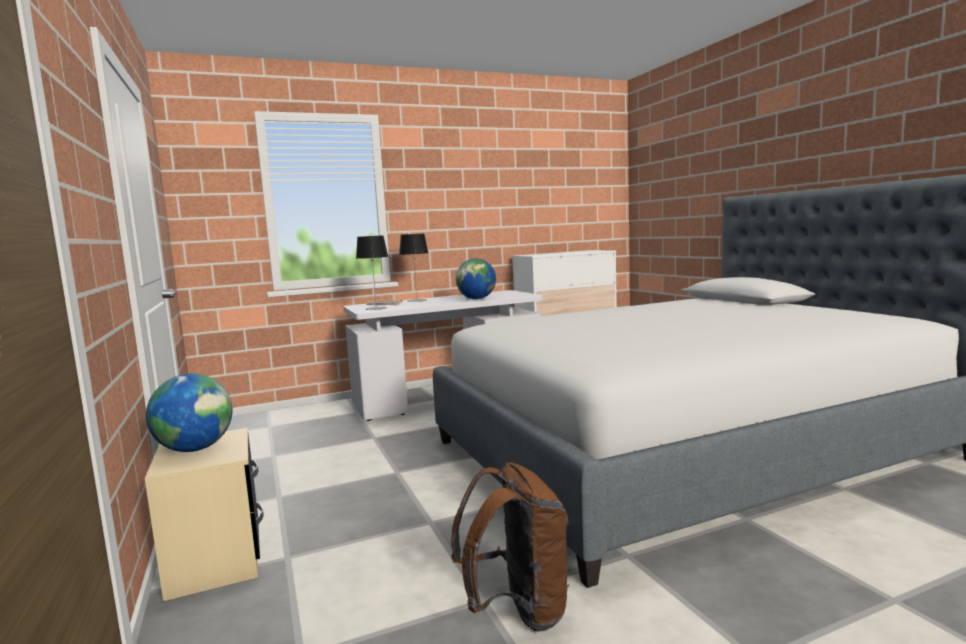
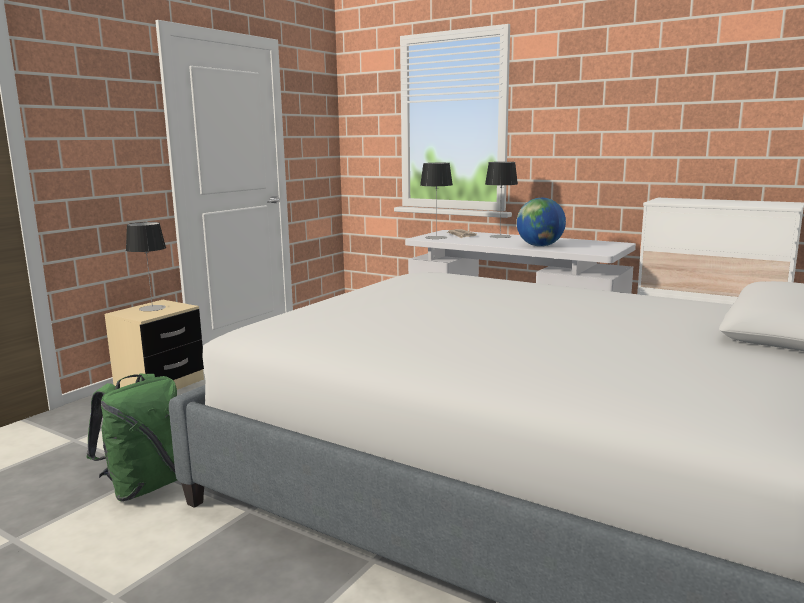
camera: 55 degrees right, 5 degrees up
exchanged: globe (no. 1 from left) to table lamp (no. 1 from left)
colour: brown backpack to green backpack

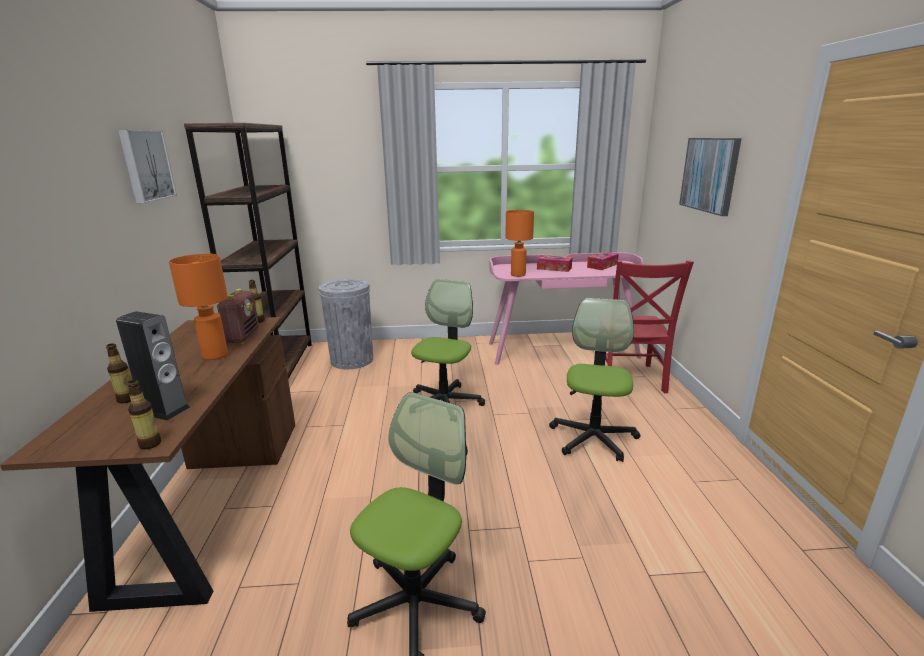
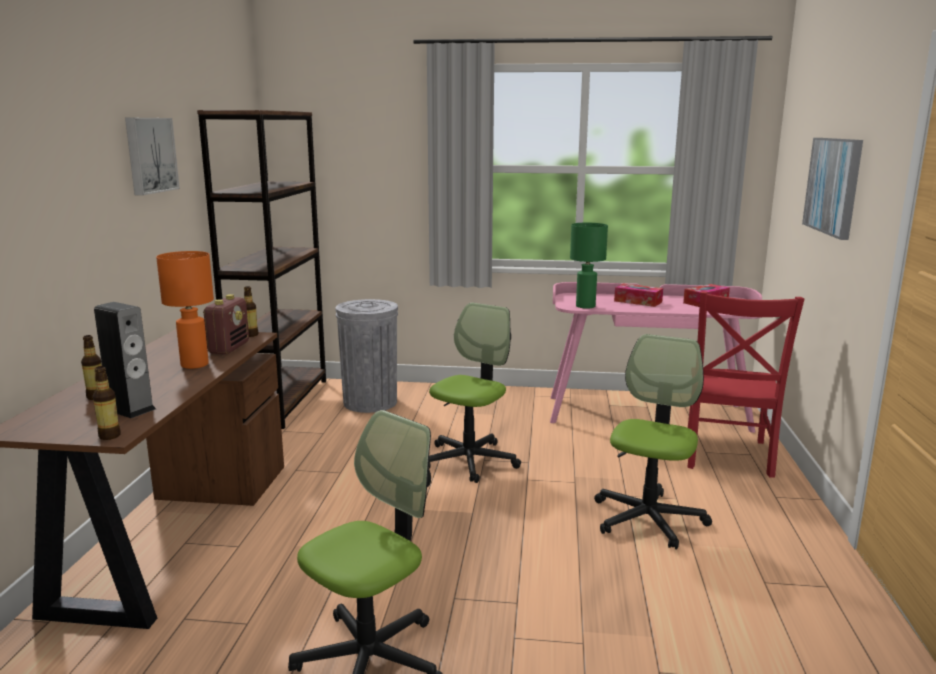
camera: 10 degrees right, 5 degrees down
colour: orange table lamp (no. 2 from left) to green table lamp

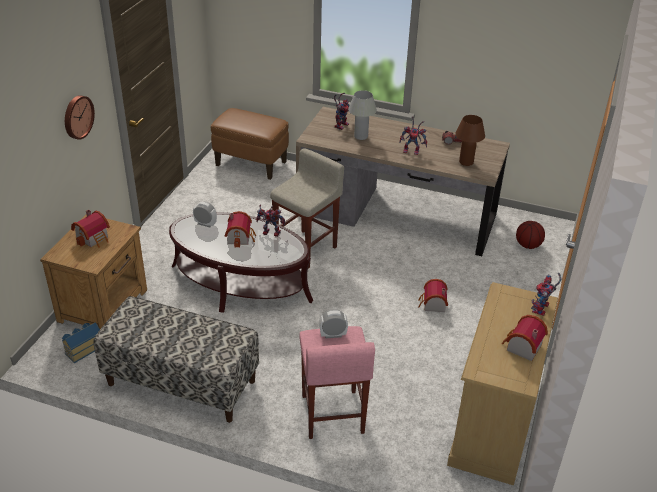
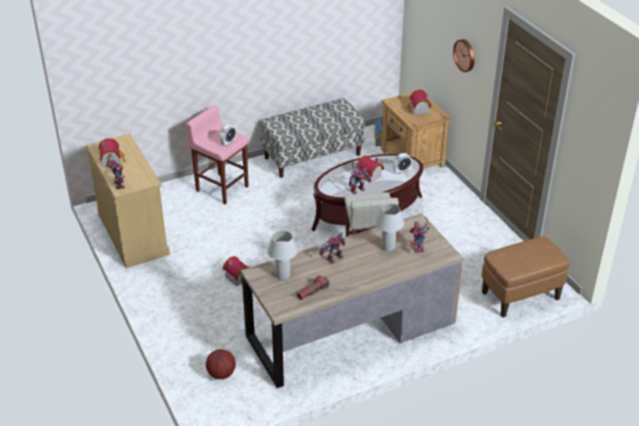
camera: 135 degrees right, 0 degrees up
colour: brown table lamp to white table lamp (no. 1 from left)

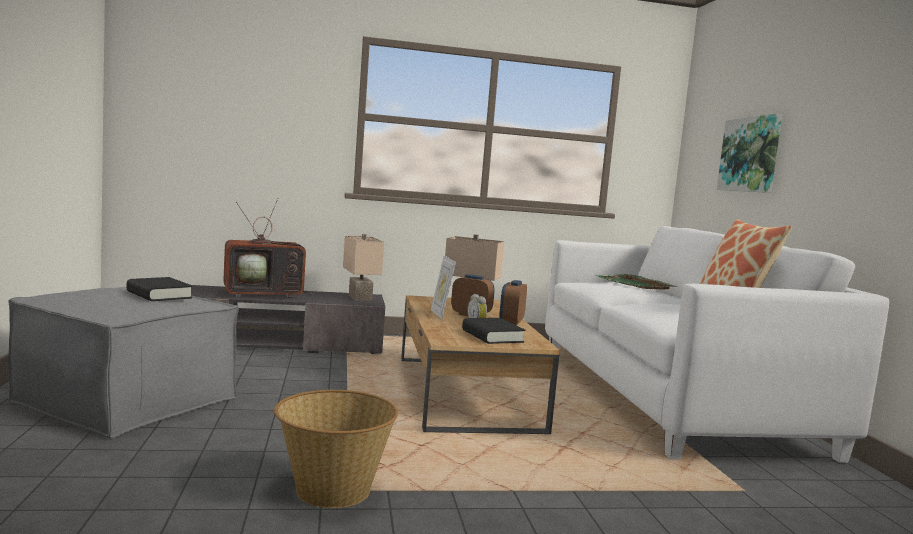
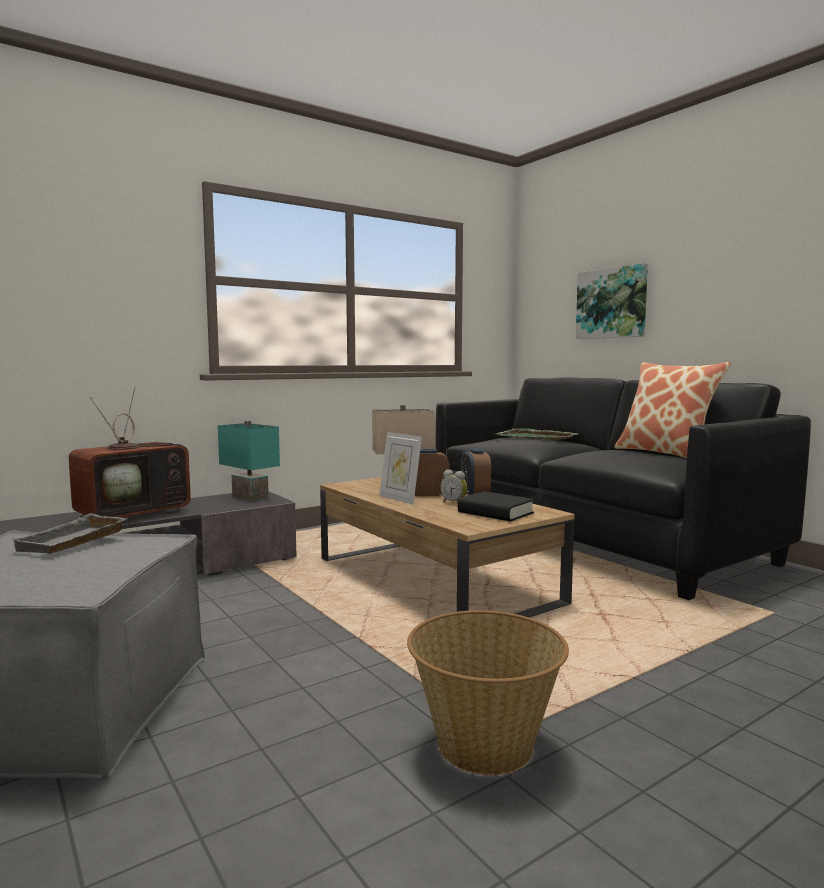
camera: 25 degrees left, 0 degrees up
exchanged: black book (no. 1 from left) to grey tray
colour: beige table lamp (no. 1 from left) to turquoise table lamp; white sofa to black sofa

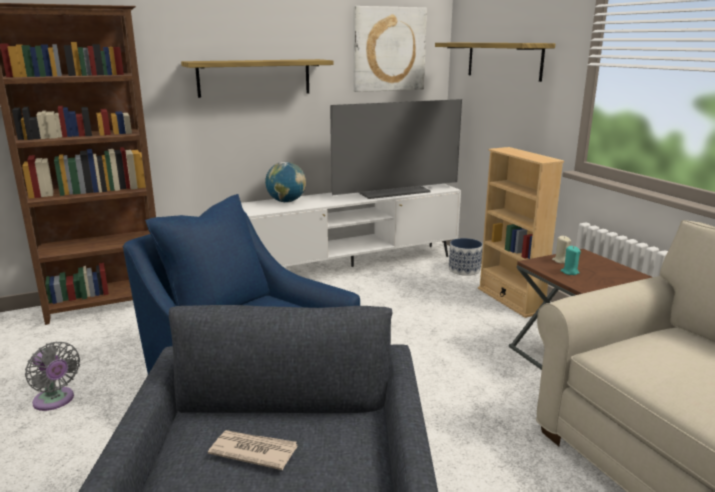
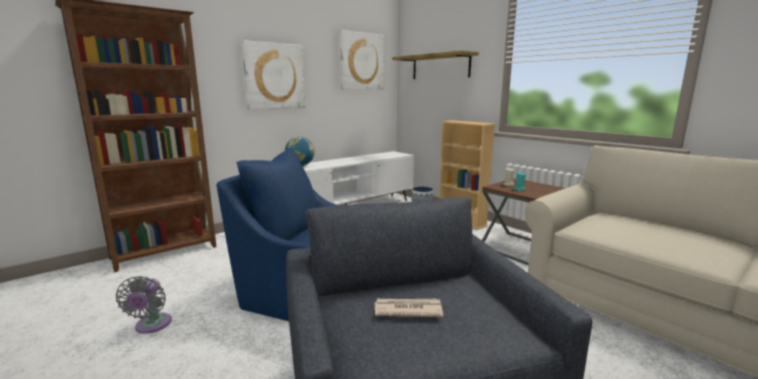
camera: 15 degrees left, 5 degrees down
missing: television
exchanged: shelf (no. 1 from left) to picture (no. 1 from left)
spun: grey fan 60 degrees clockwise

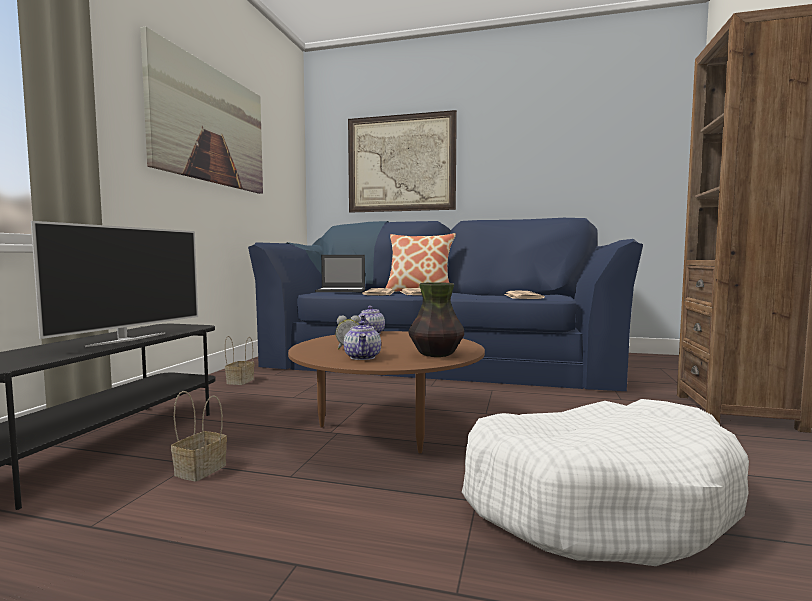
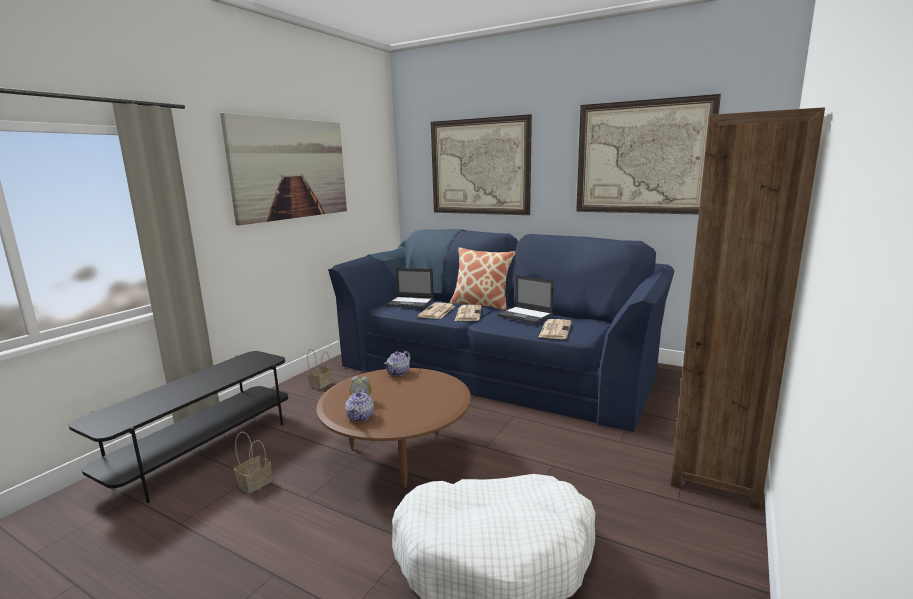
camera: 15 degrees right, 10 degrees up
missing: television; vase
appeared: laptop (no. 2 from left); picture (no. 3 from left)

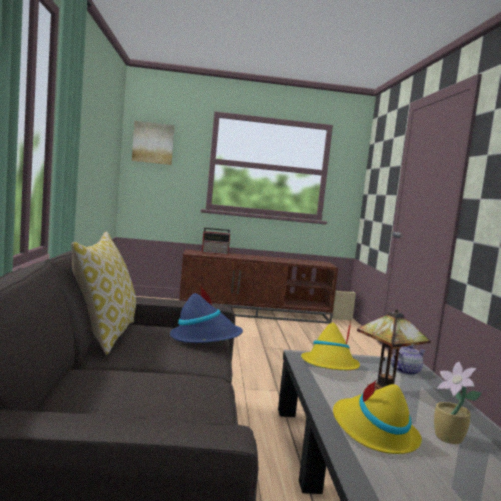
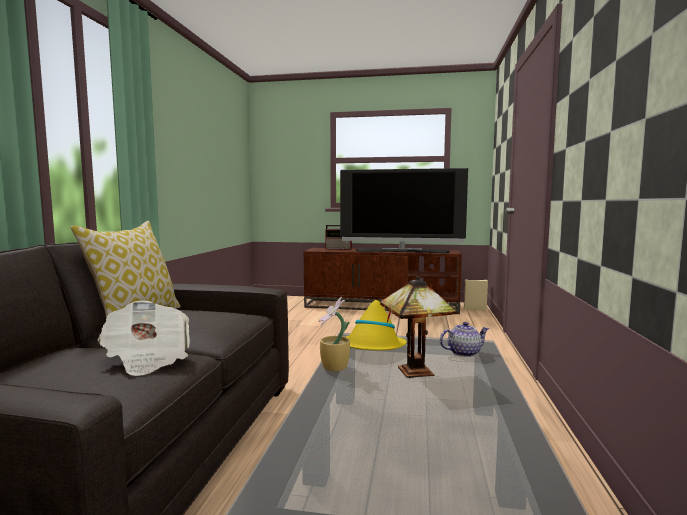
camera: 15 degrees right, 0 degrees up
missing: picture; blue hat; yellow hat (no. 2 from left)
appeared: newspaper; television
relocated: potted plant

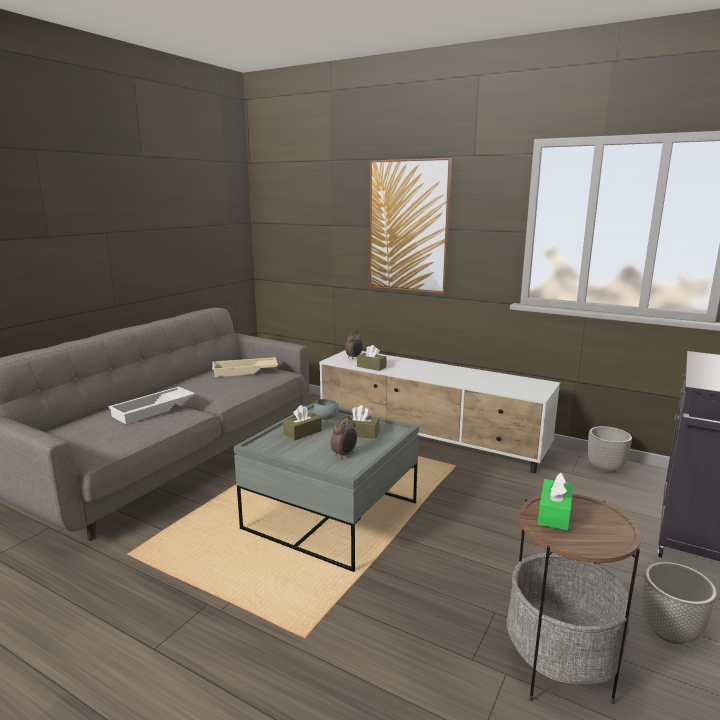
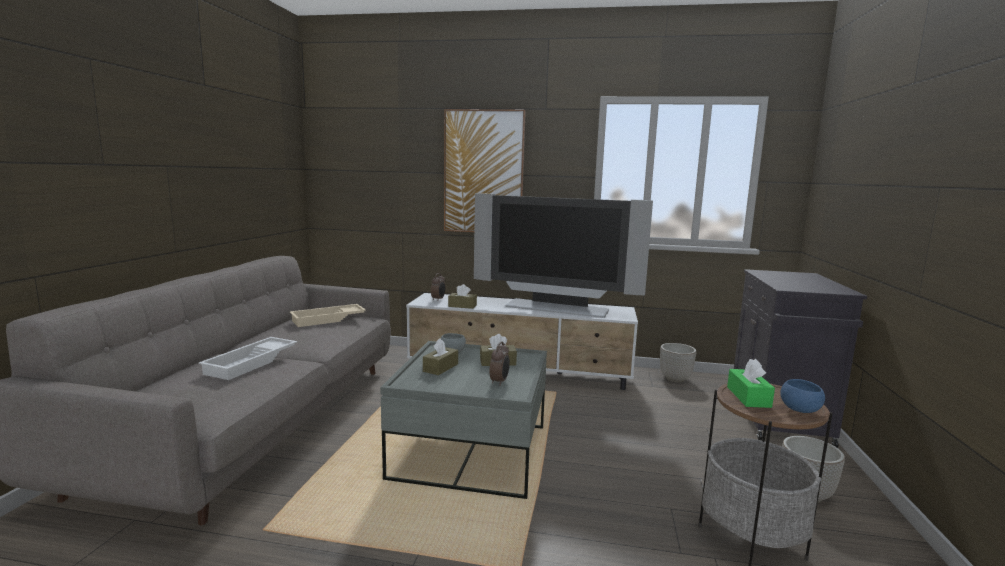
camera: 20 degrees left, 5 degrees down
appeared: television; blue bowl

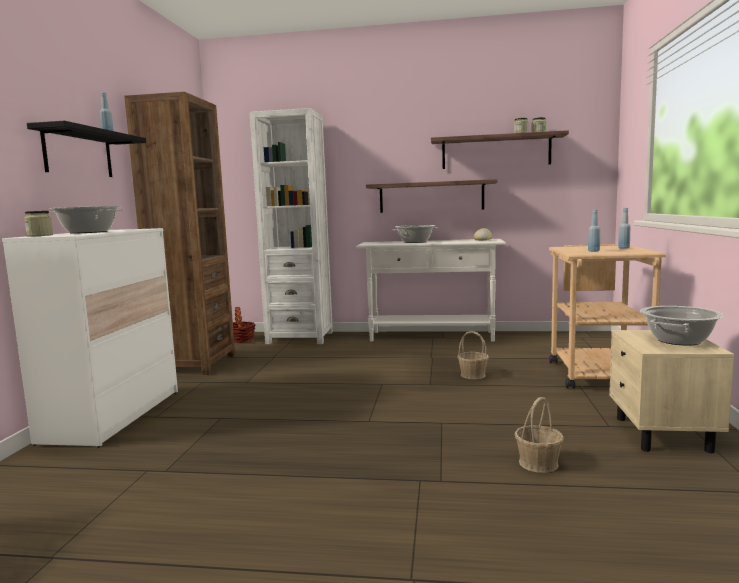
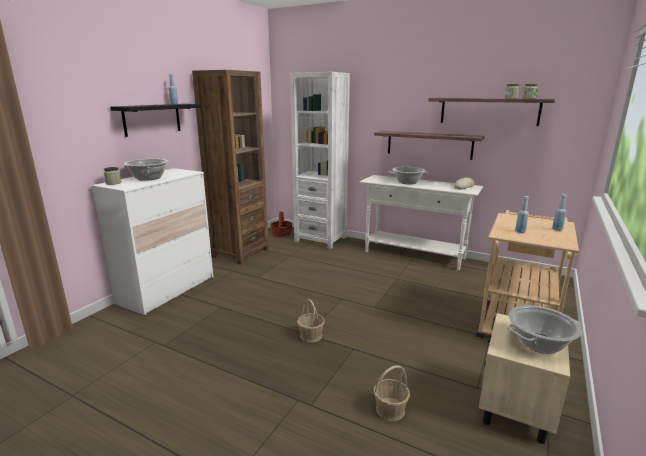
camera: 20 degrees right, 10 degrees up
relocated: basket (no. 2 from left)

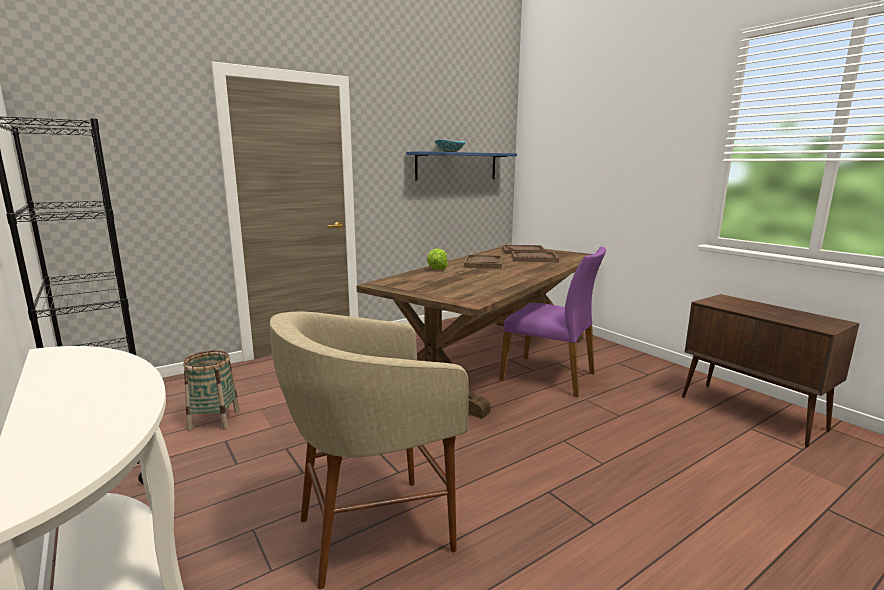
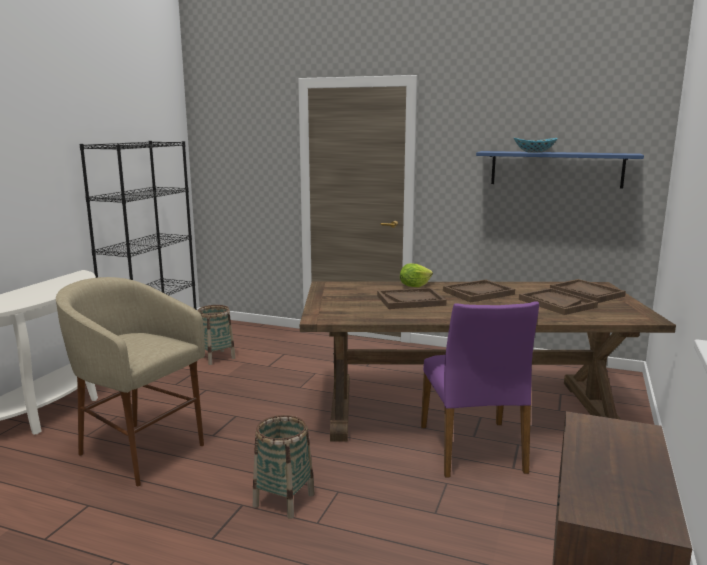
camera: 55 degrees right, 0 degrees up
appeared: basket (no. 2 from left); brown tray (no. 1 from left)

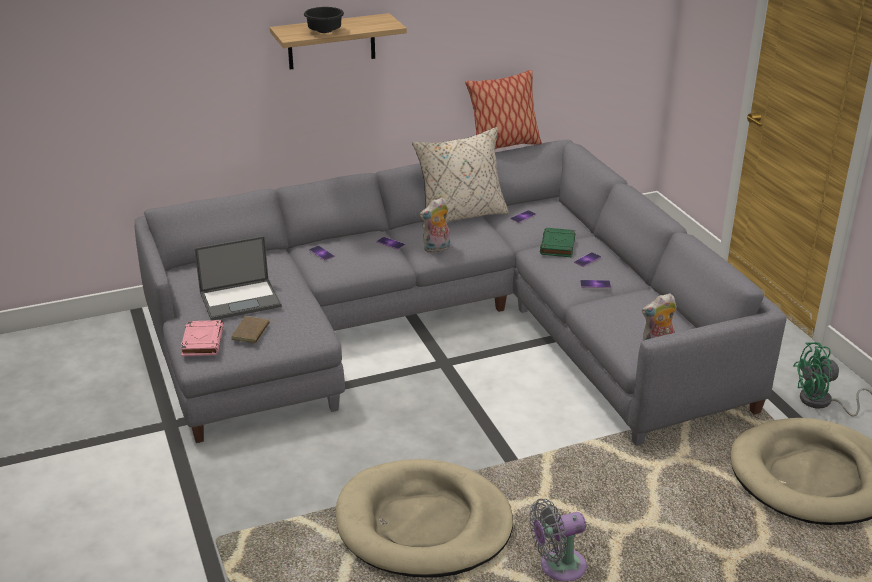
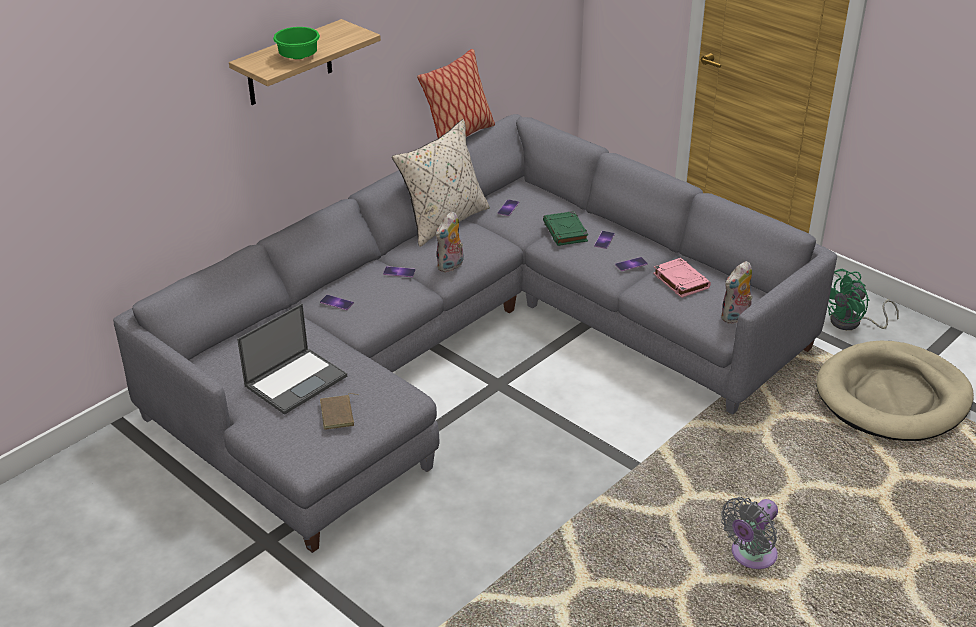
camera: 25 degrees left, 5 degrees up
missing: beige dog bed (no. 1 from left)
relocated: pink book
colour: black bowl to green bowl

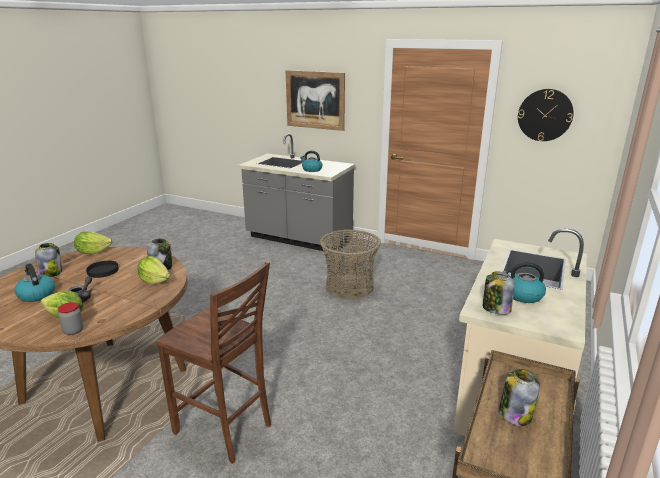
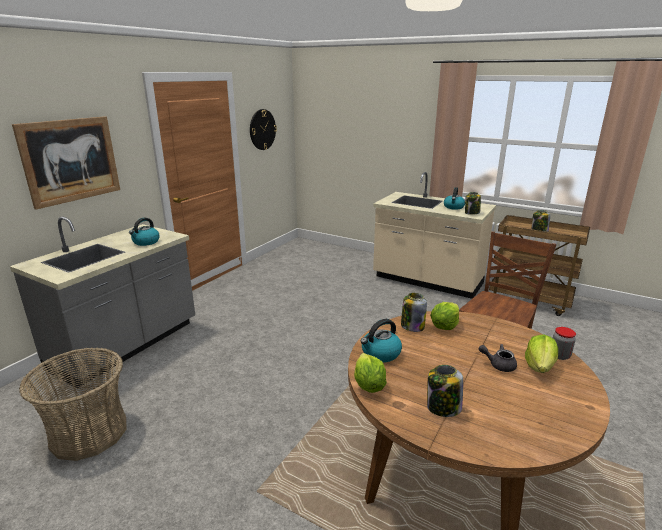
camera: 85 degrees left, 0 degrees up
missing: black plate
relocated: basket; kettle (no. 1 from left in the first image) to kettle (no. 2 from left)

